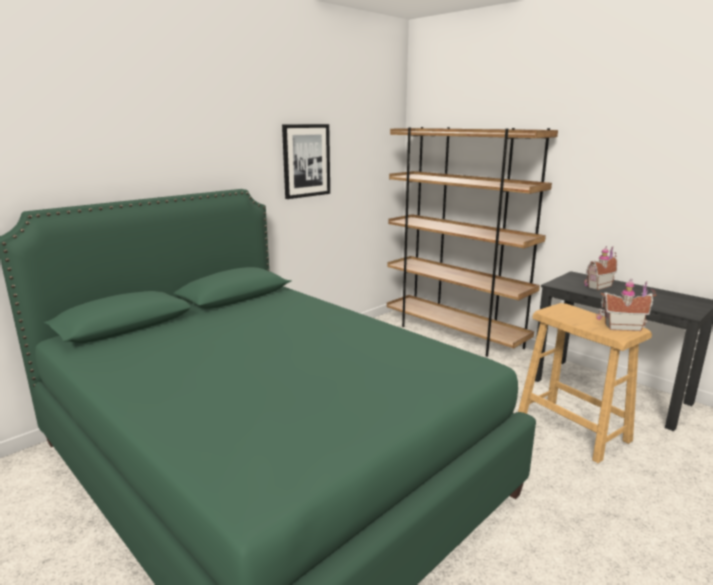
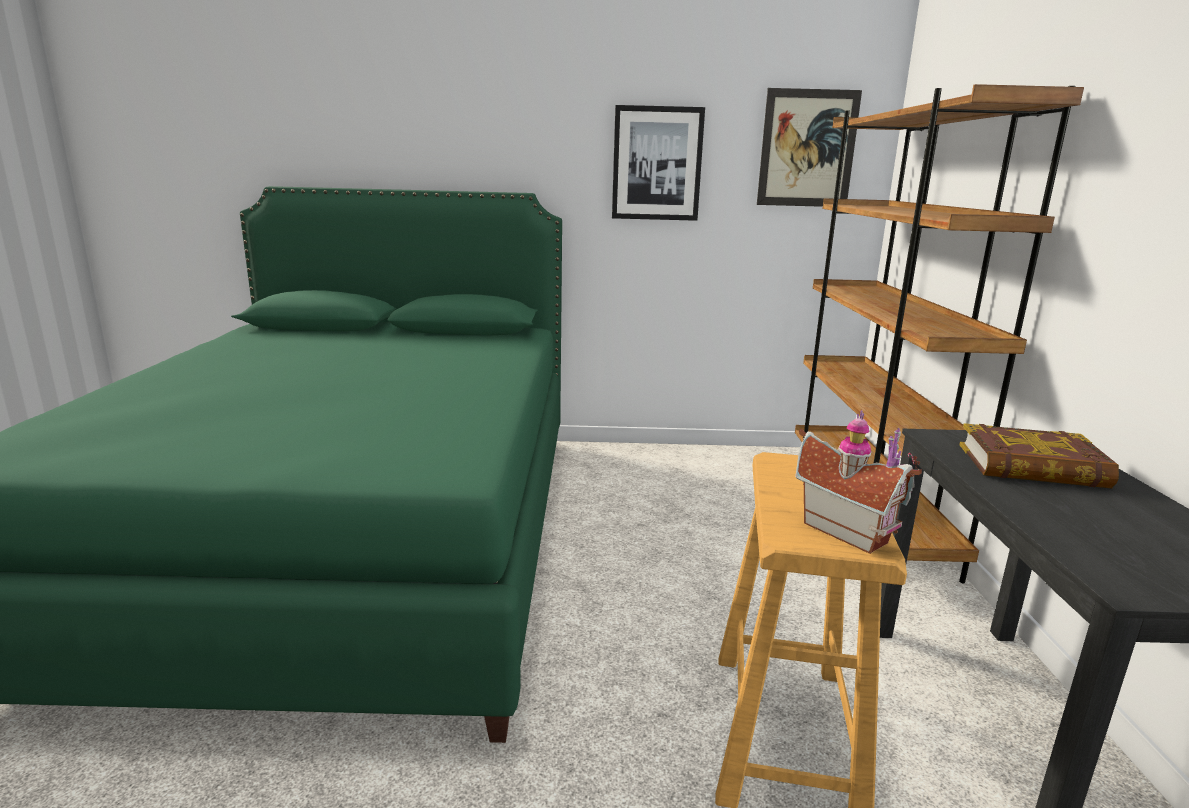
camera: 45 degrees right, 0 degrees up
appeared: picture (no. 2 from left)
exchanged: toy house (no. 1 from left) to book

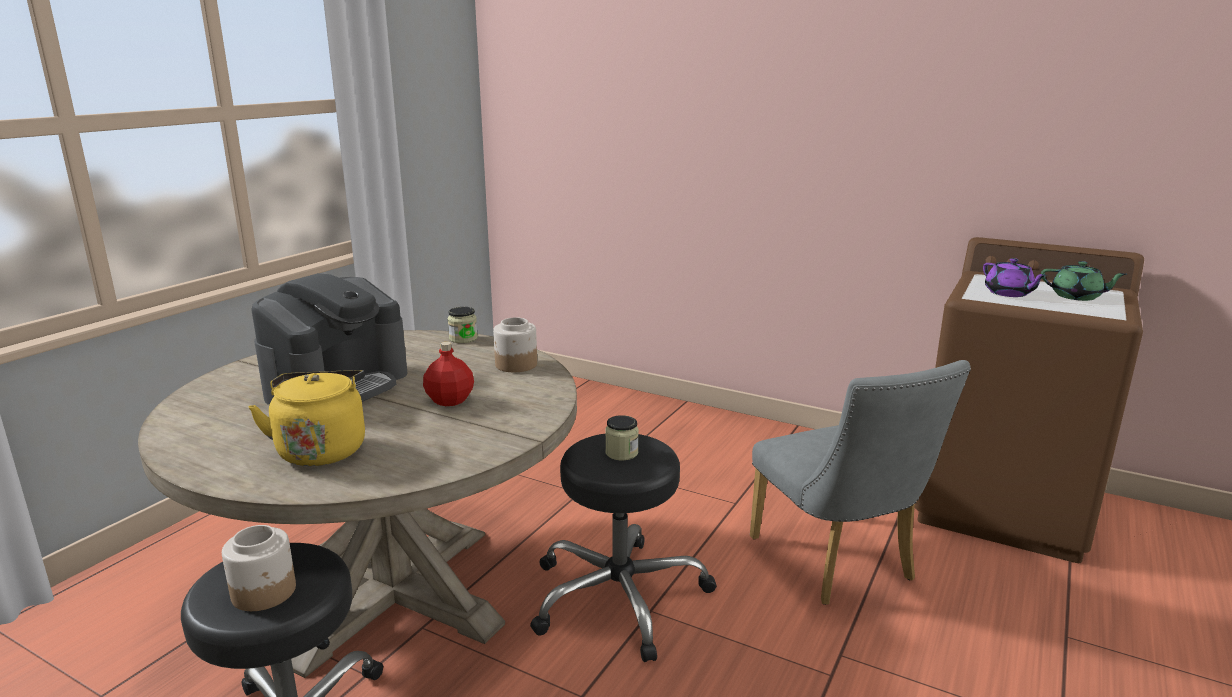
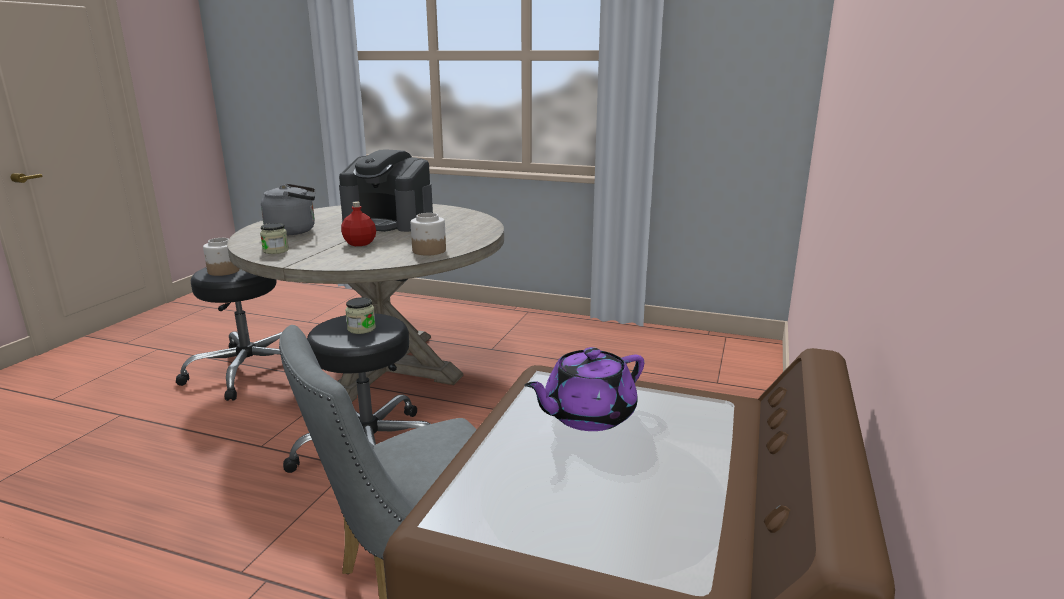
camera: 80 degrees right, 0 degrees up
missing: green teapot
relocated: jar (no. 2 from left)
colour: yellow kettle to grey kettle

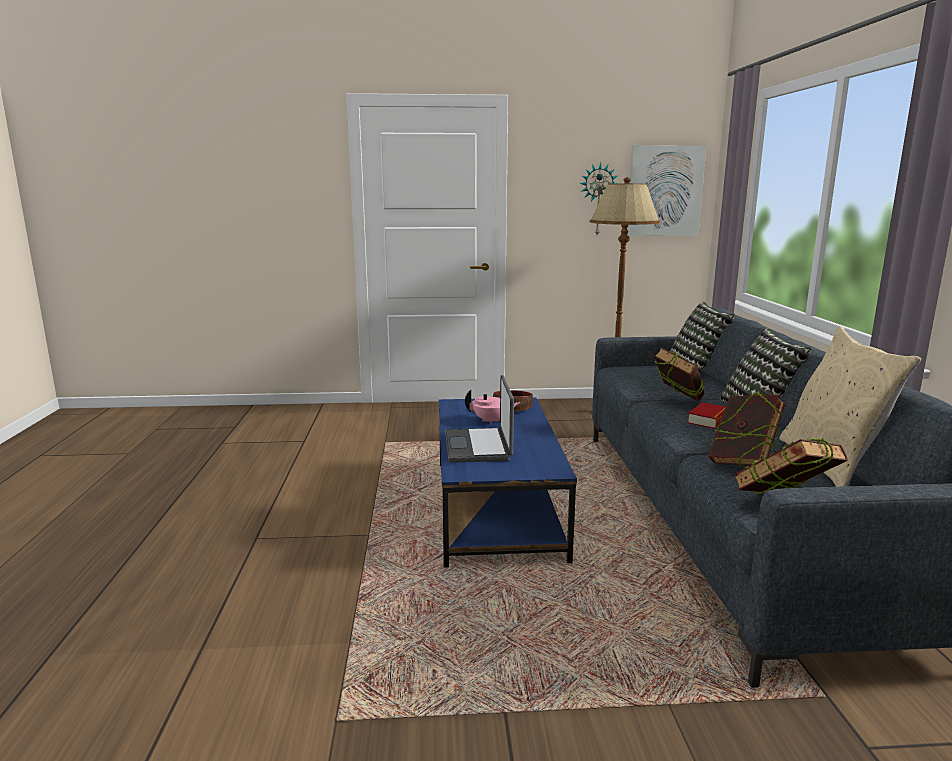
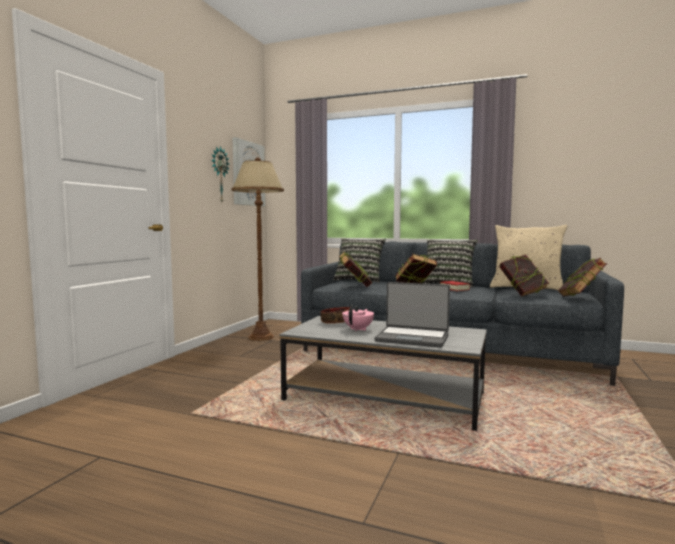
camera: 65 degrees left, 10 degrees down
appeared: book (no. 1 from left)
colour: blue coffee table to grey coffee table

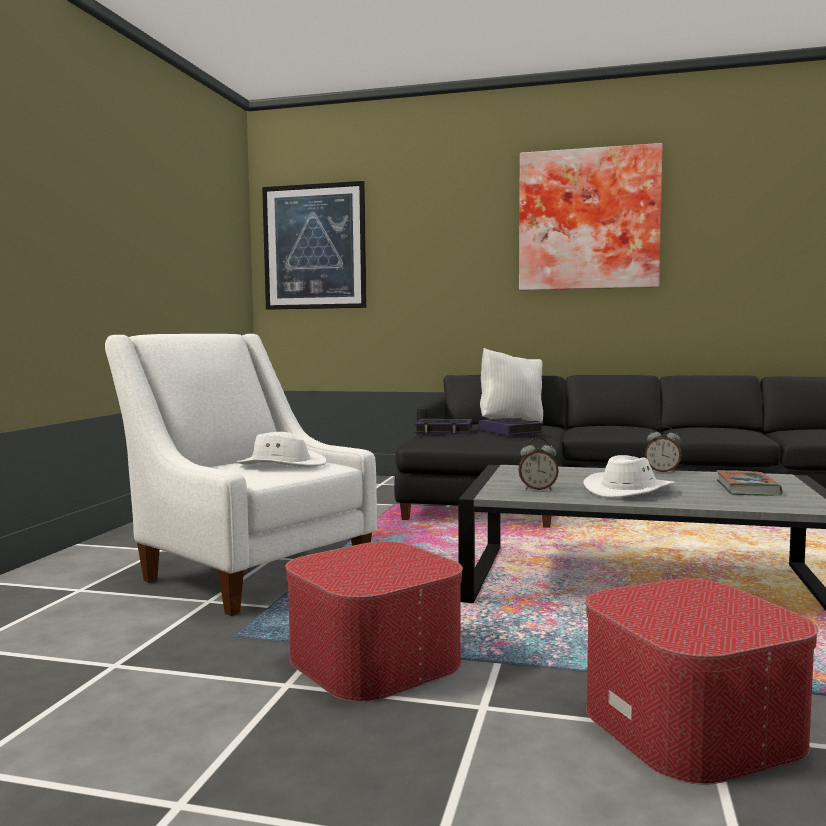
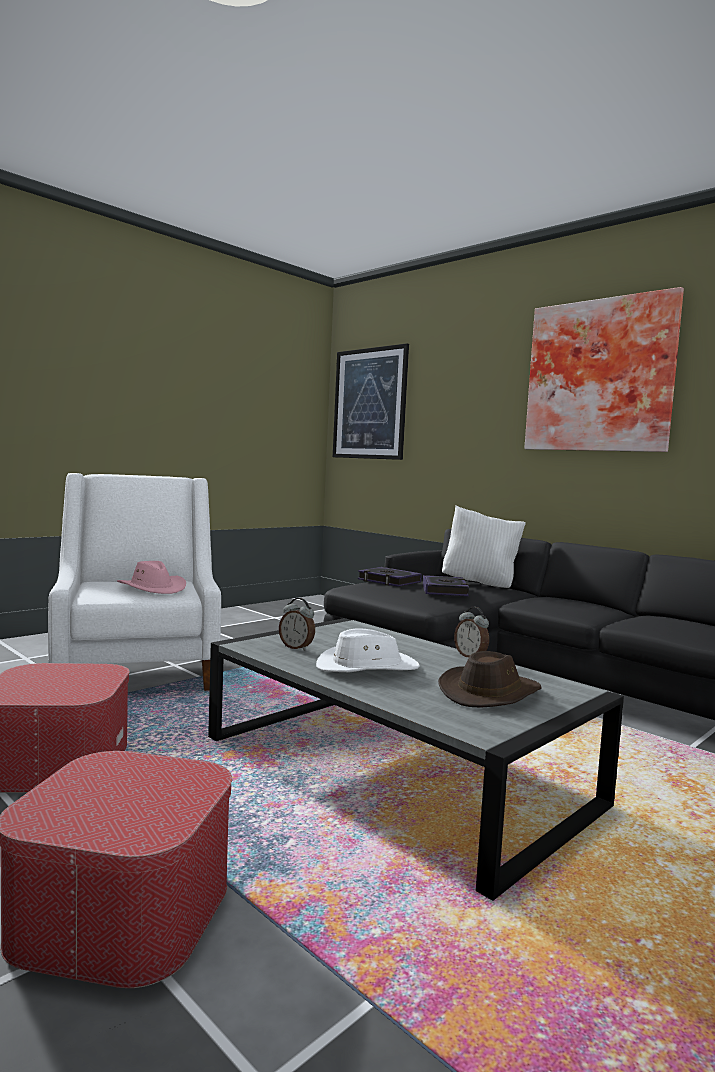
camera: 30 degrees right, 0 degrees up
exchanged: book (no. 3 from left) to brown hat
colour: white hat (no. 1 from left) to pink hat

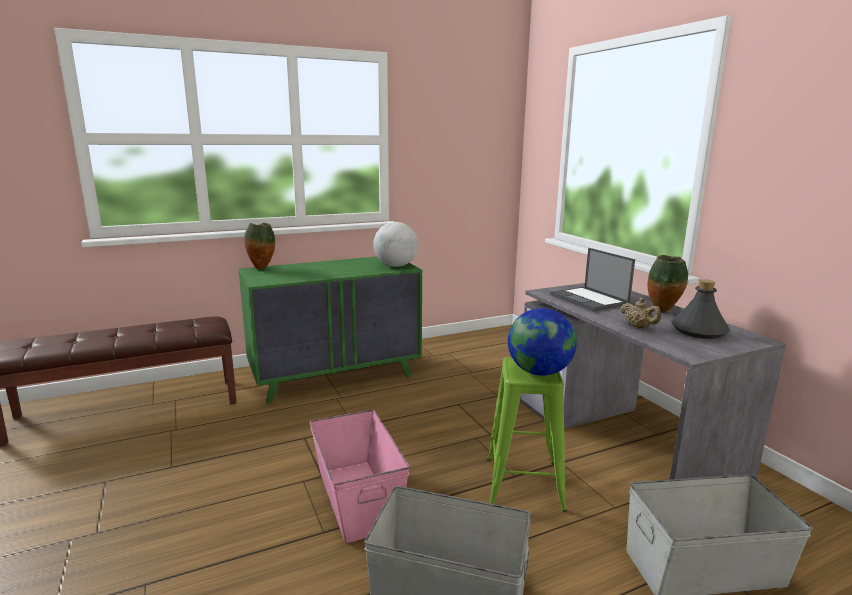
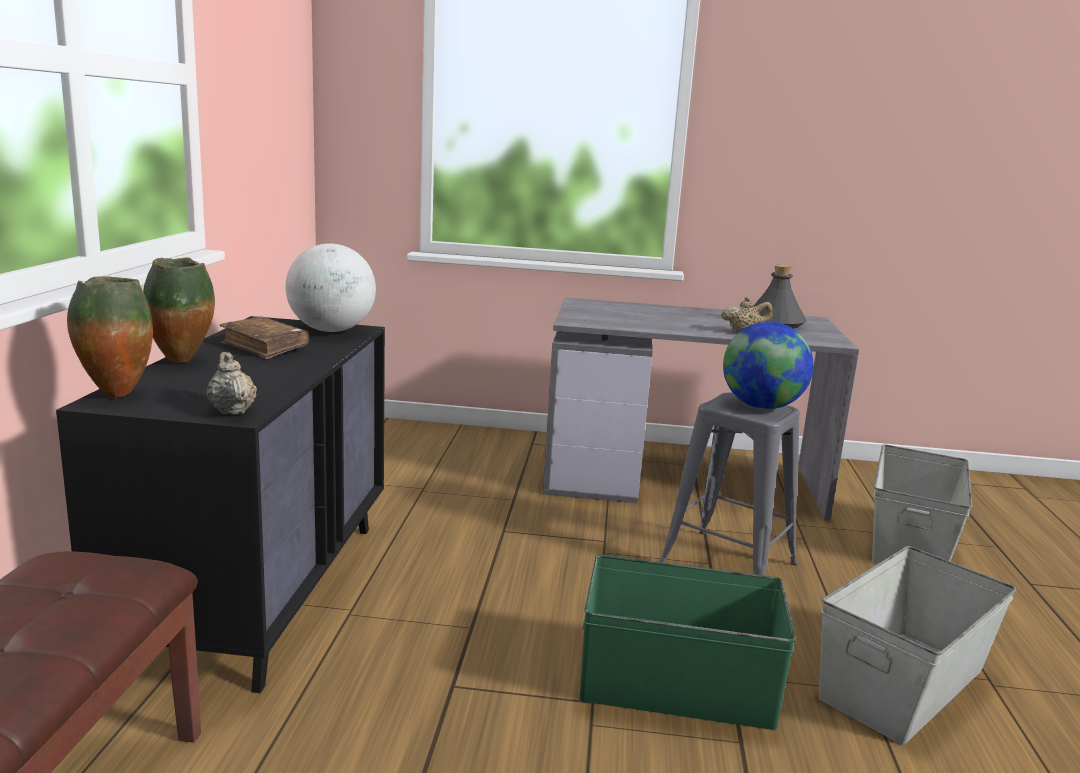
camera: 60 degrees left, 0 degrees up
missing: laptop
appeared: beige teapot (no. 1 from left); brown book
relocated: vase (no. 2 from left)
colour: green dresser to black dresser; pink storage box to green storage box; green stool to grey stool

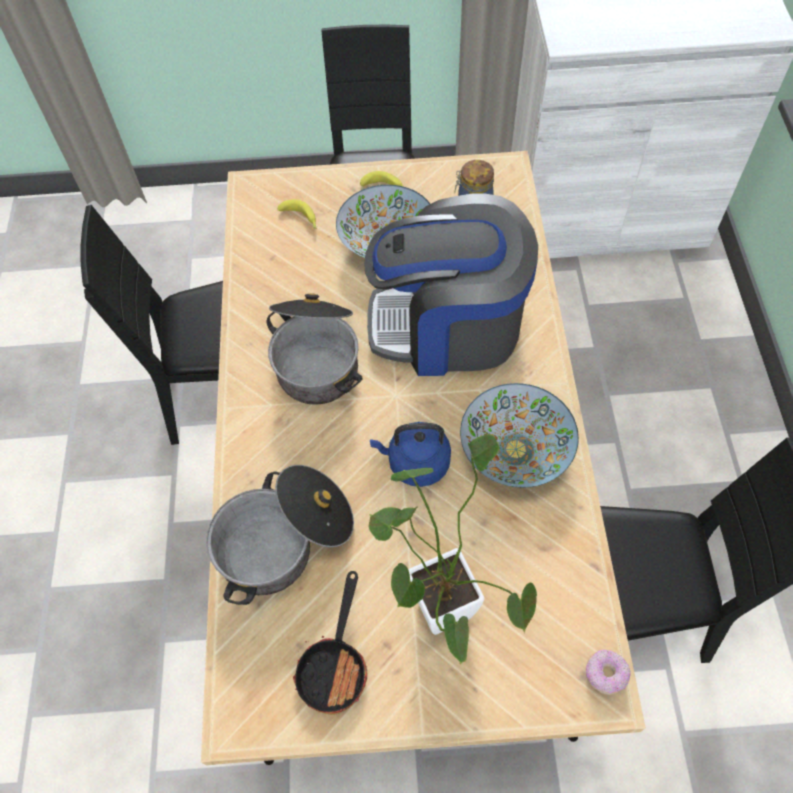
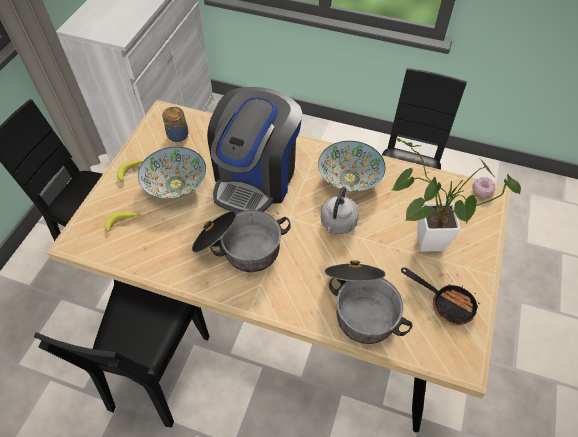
camera: 70 degrees left, 5 degrees down
colour: blue kettle to grey kettle

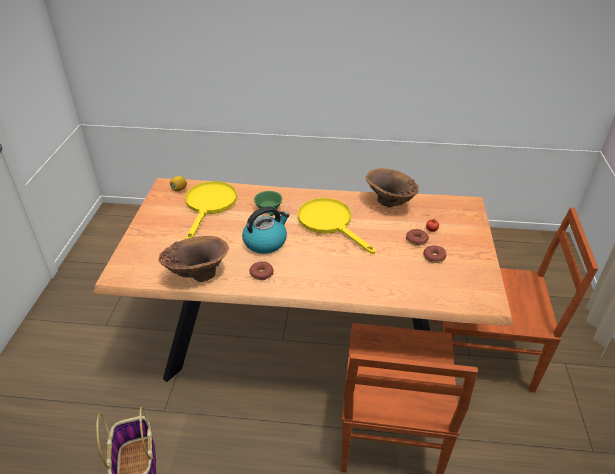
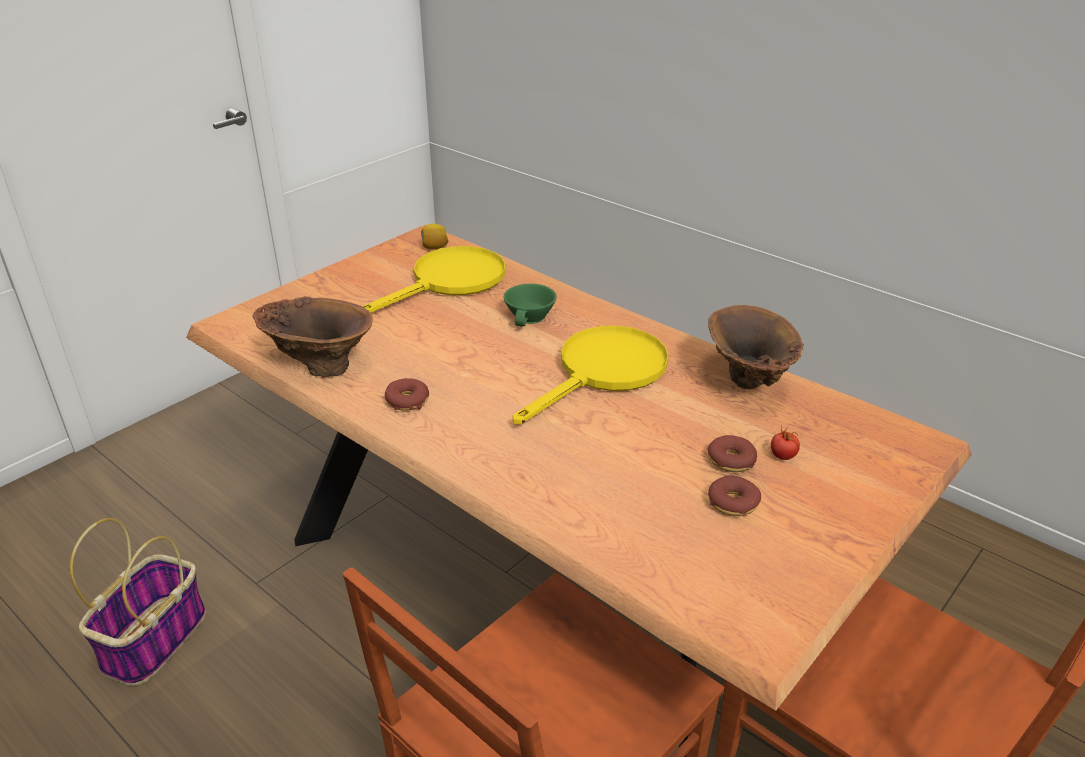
camera: 35 degrees right, 5 degrees down
missing: kettle
spun: yellow frying pan (no. 2 from left) 45 degrees clockwise

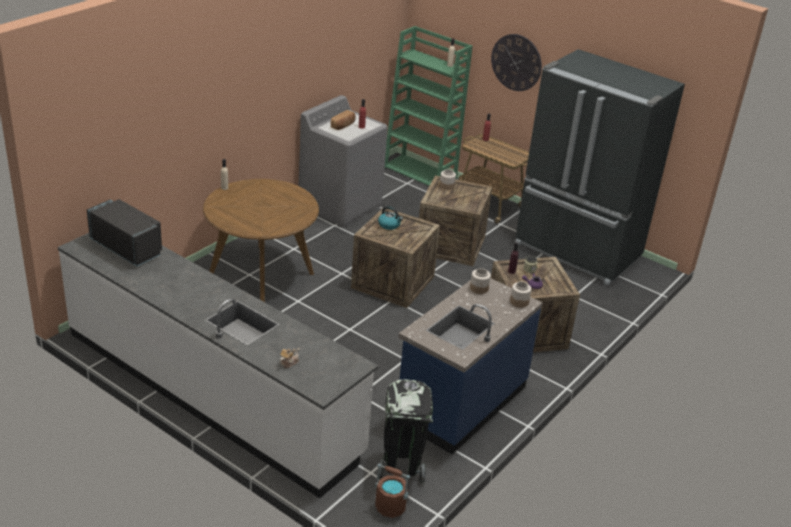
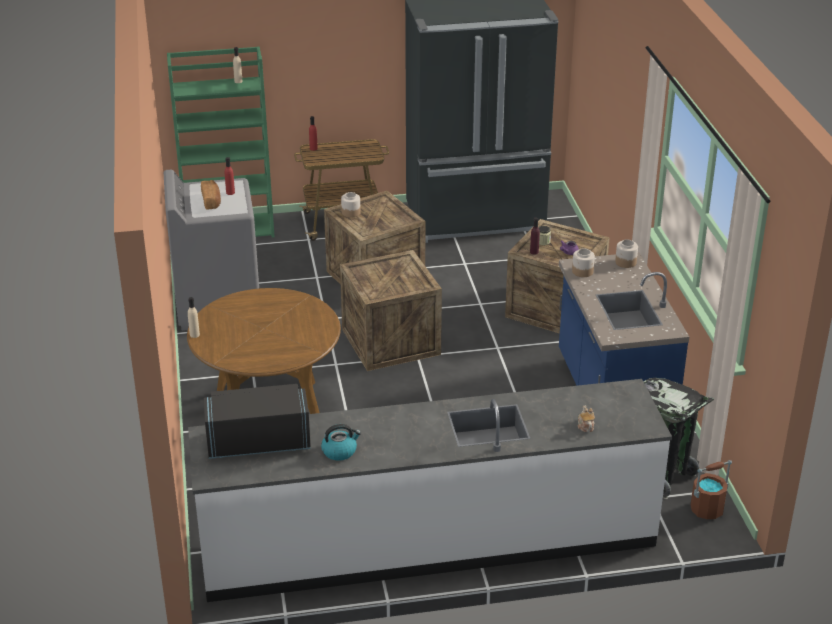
camera: 45 degrees left, 0 degrees up
missing: wall clock
relocated: kettle

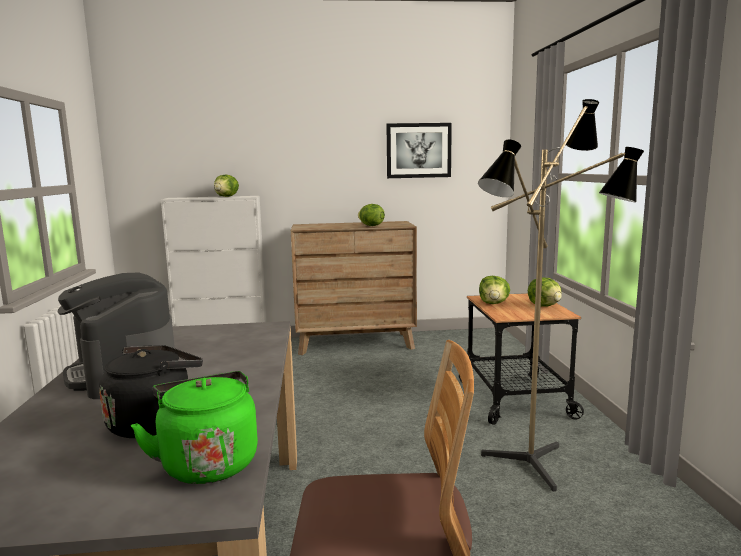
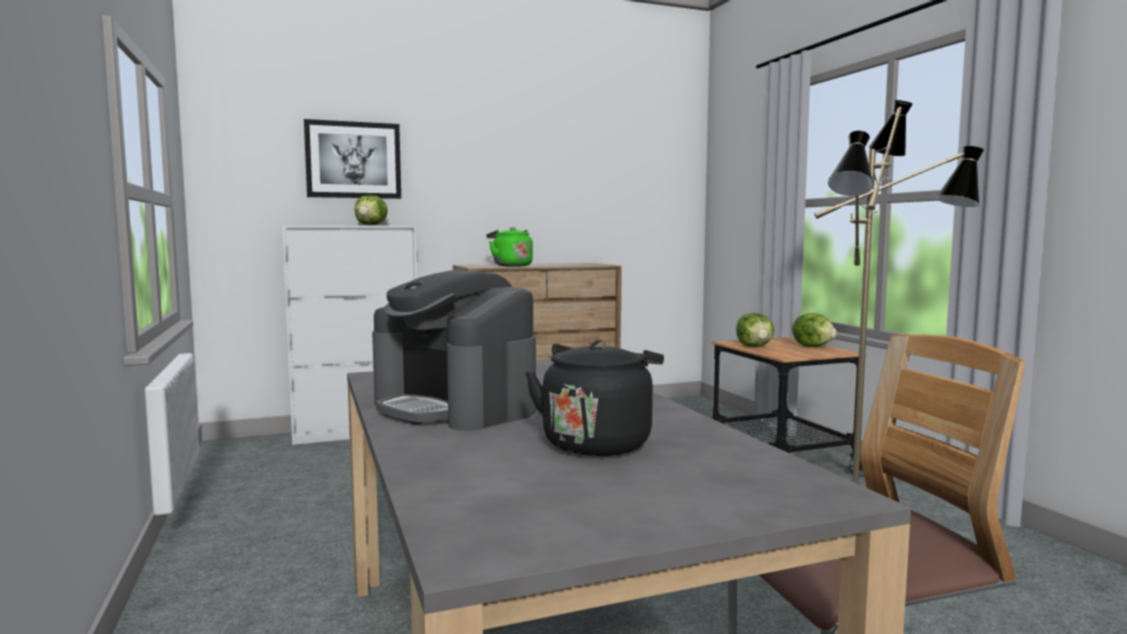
camera: 15 degrees left, 5 degrees down
missing: lettuce (no. 2 from left)
relocated: picture; green kettle

